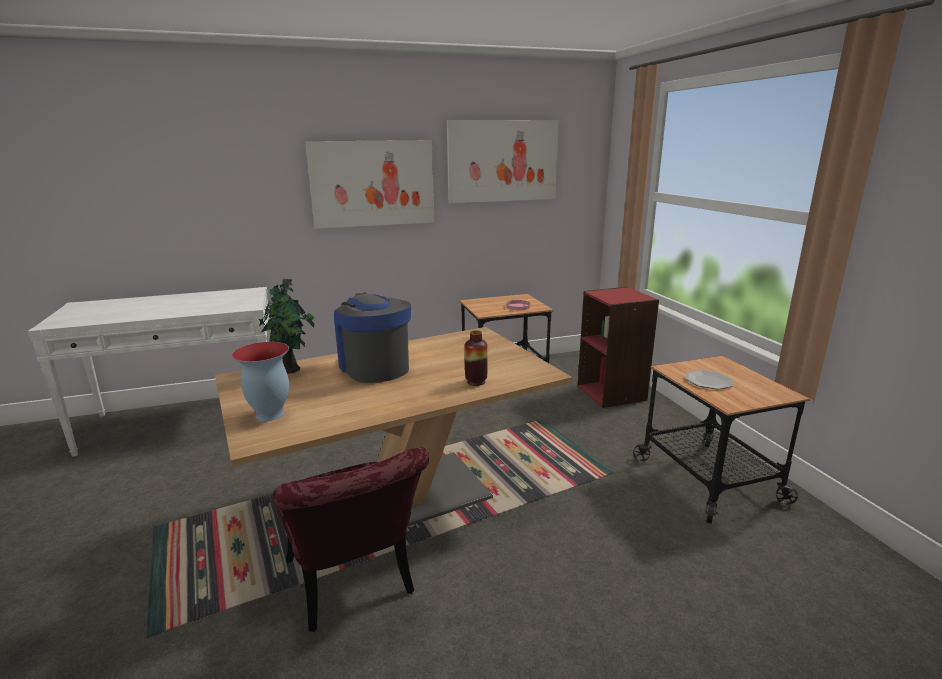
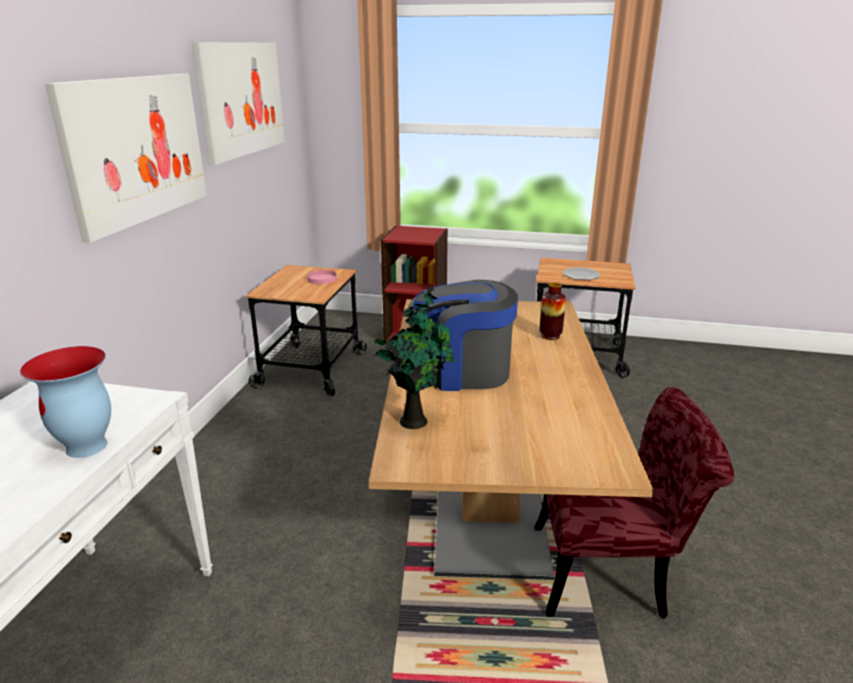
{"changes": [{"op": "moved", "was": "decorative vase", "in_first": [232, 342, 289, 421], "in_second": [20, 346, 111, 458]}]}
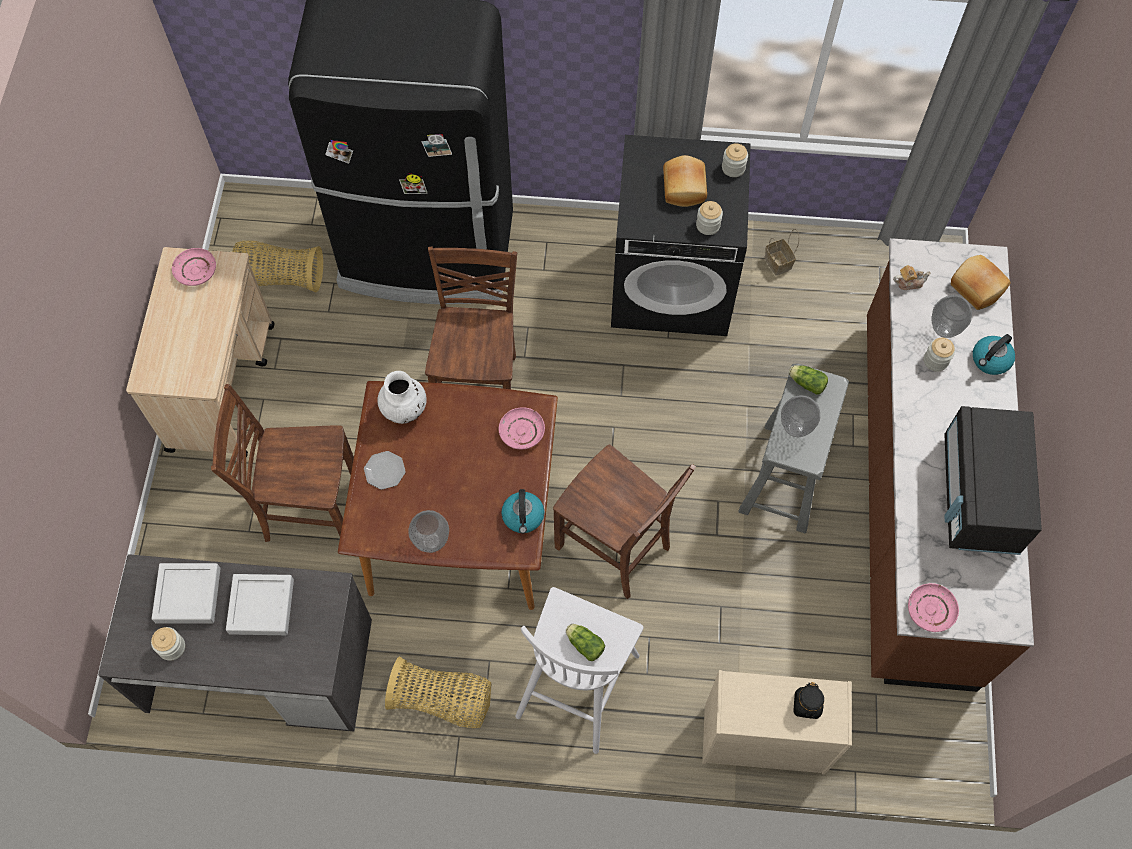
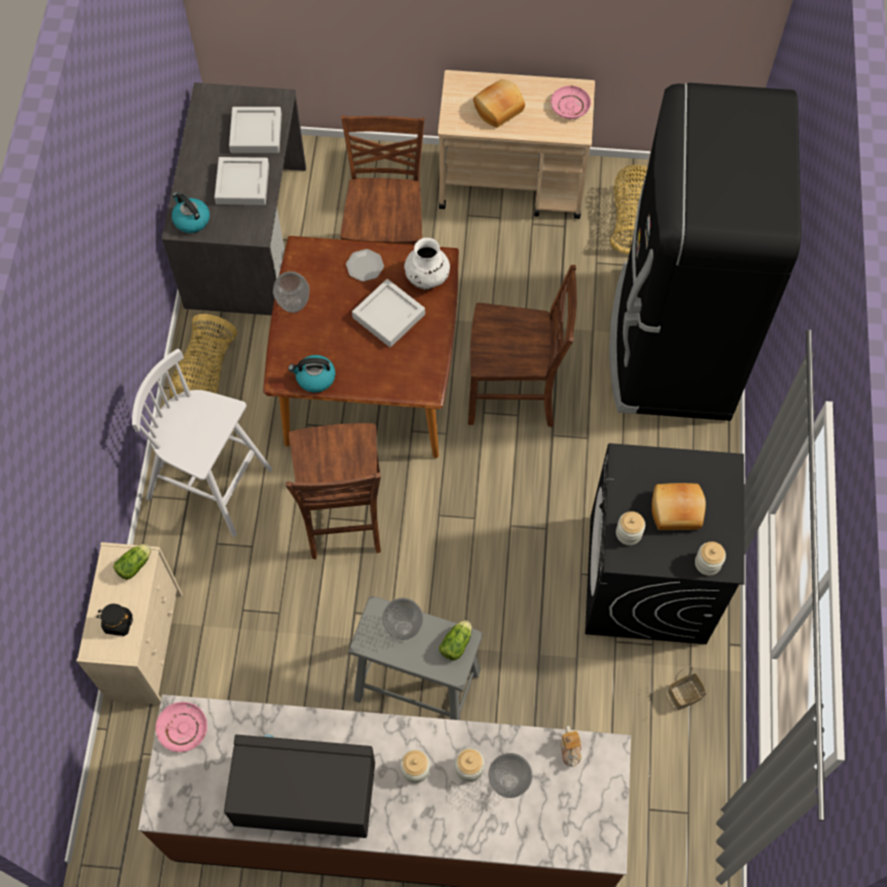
{"changes": [{"op": "moved", "was": "baked bread", "in_first": [951, 255, 1010, 310], "in_second": [473, 79, 525, 128]}, {"op": "moved", "was": "water kettle", "in_first": [973, 334, 1015, 375], "in_second": [172, 192, 210, 233]}, {"op": "removed", "was": "pink-coloured dinner plate", "in_first": [499, 407, 545, 449]}, {"op": "turned", "was": "brown-coloured plain chair", "in_first": [553, 445, 696, 599], "in_second": [286, 423, 381, 559], "clockwise": -45}, {"op": "moved", "was": "head of lettuce", "in_first": [566, 624, 605, 661], "in_second": [113, 544, 151, 580]}, {"op": "moved", "was": "preserve jar", "in_first": [151, 627, 185, 661], "in_second": [401, 750, 430, 784]}, {"op": "added", "now": "greyish tray", "in_second": [352, 279, 425, 347]}]}
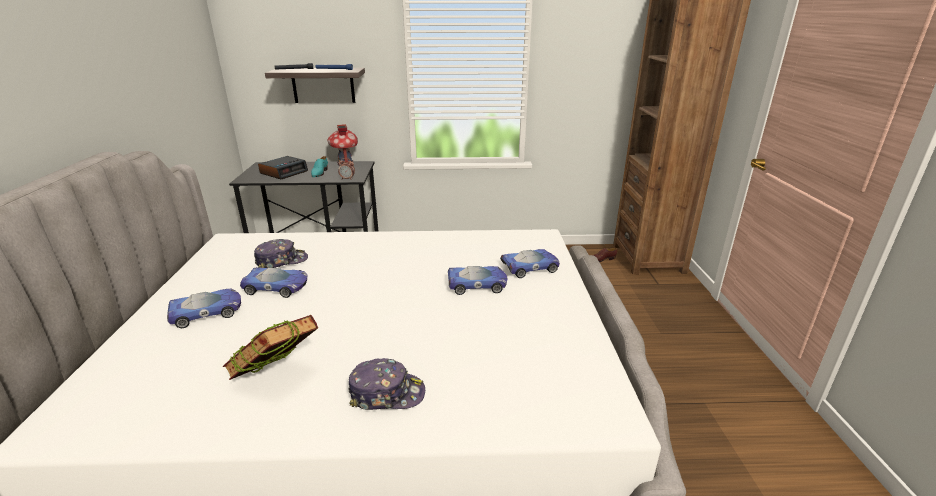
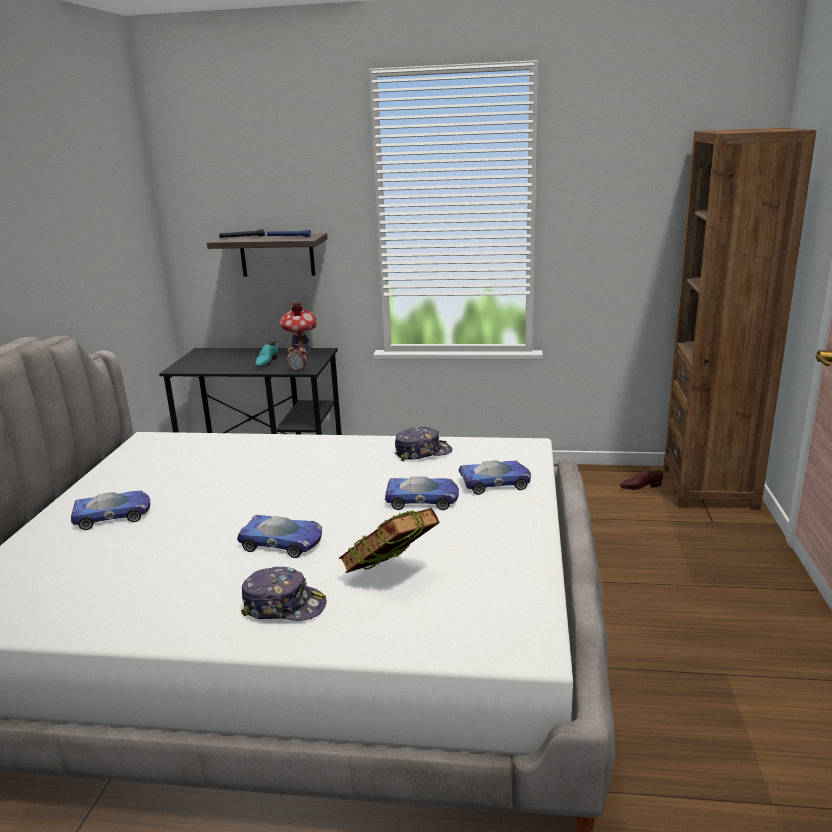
{"changes": [{"op": "removed", "was": "table clock", "in_first": [258, 156, 308, 179]}, {"op": "moved", "was": "cap", "in_first": [254, 239, 308, 268], "in_second": [395, 426, 453, 461]}, {"op": "moved", "was": "model car", "in_first": [240, 267, 307, 298], "in_second": [237, 515, 322, 558]}, {"op": "moved", "was": "volume", "in_first": [223, 315, 318, 380], "in_second": [339, 508, 440, 573]}]}
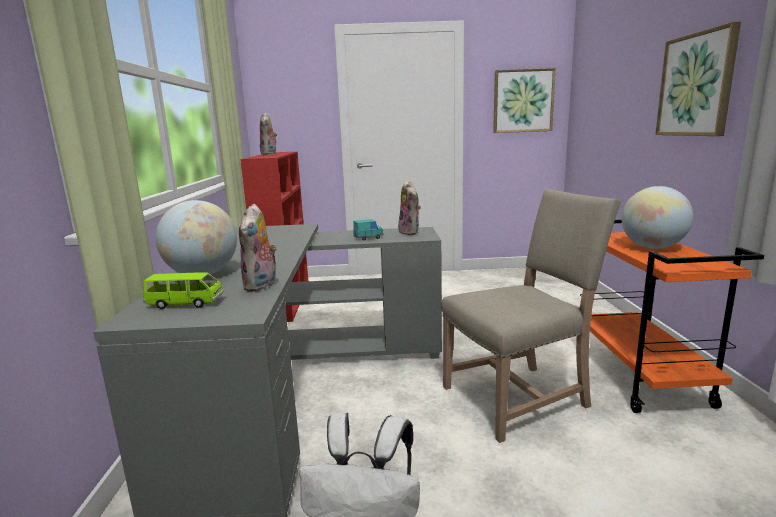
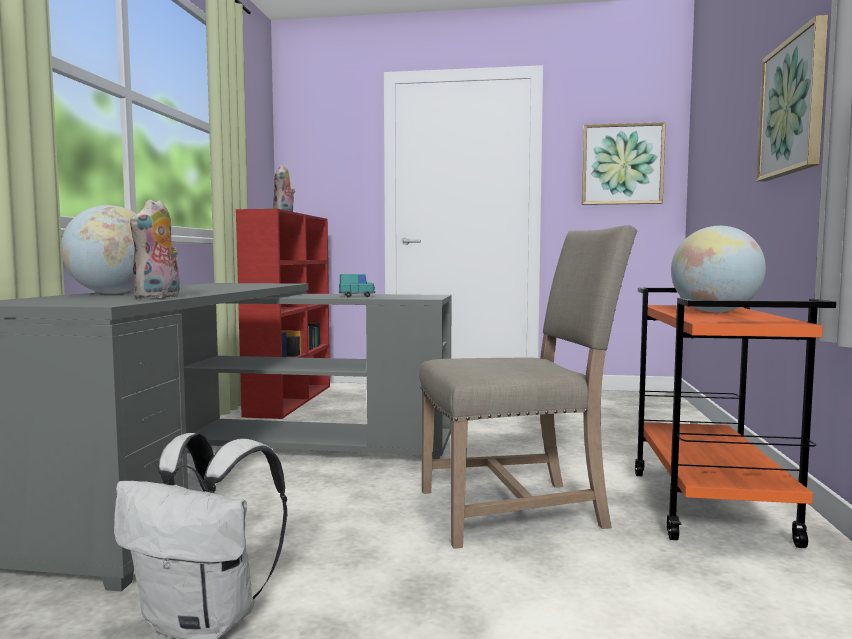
{"changes": [{"op": "removed", "was": "plush toy", "in_first": [398, 180, 421, 235]}, {"op": "removed", "was": "greenish model car", "in_first": [143, 272, 224, 309]}]}
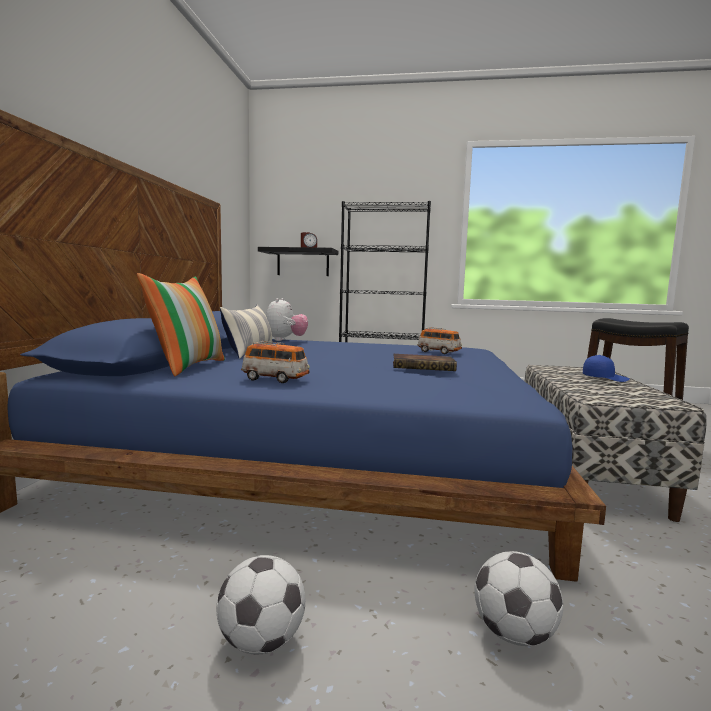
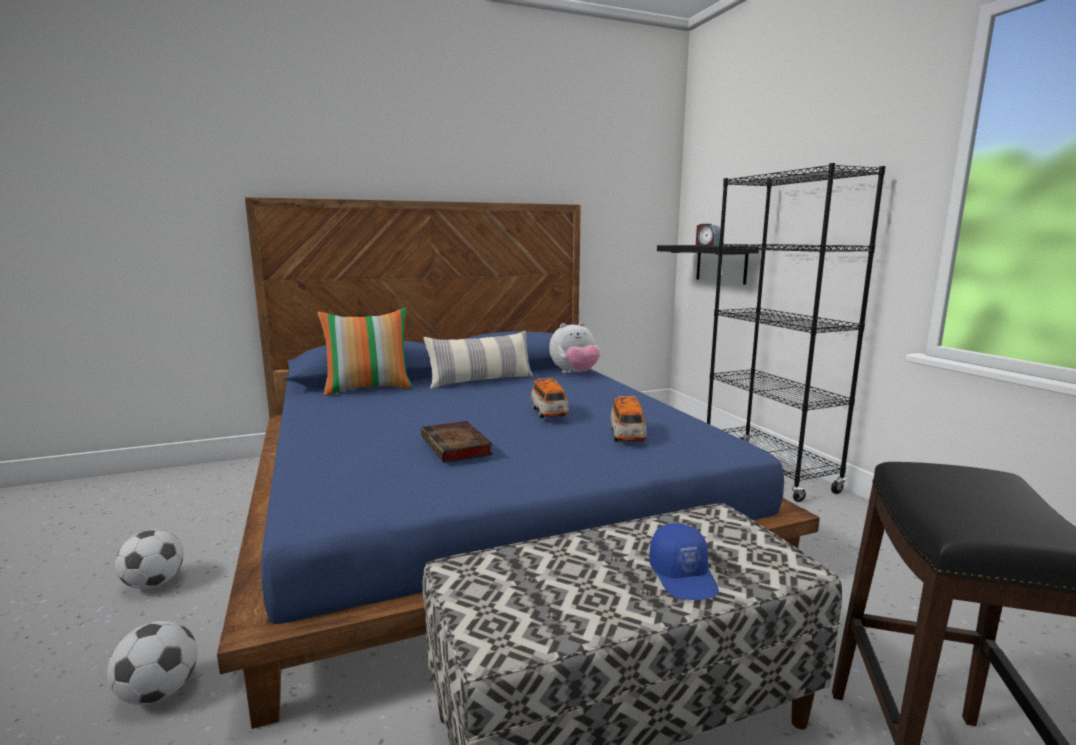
{"changes": [{"op": "moved", "was": "model car", "in_first": [241, 341, 310, 383], "in_second": [531, 377, 569, 418]}]}
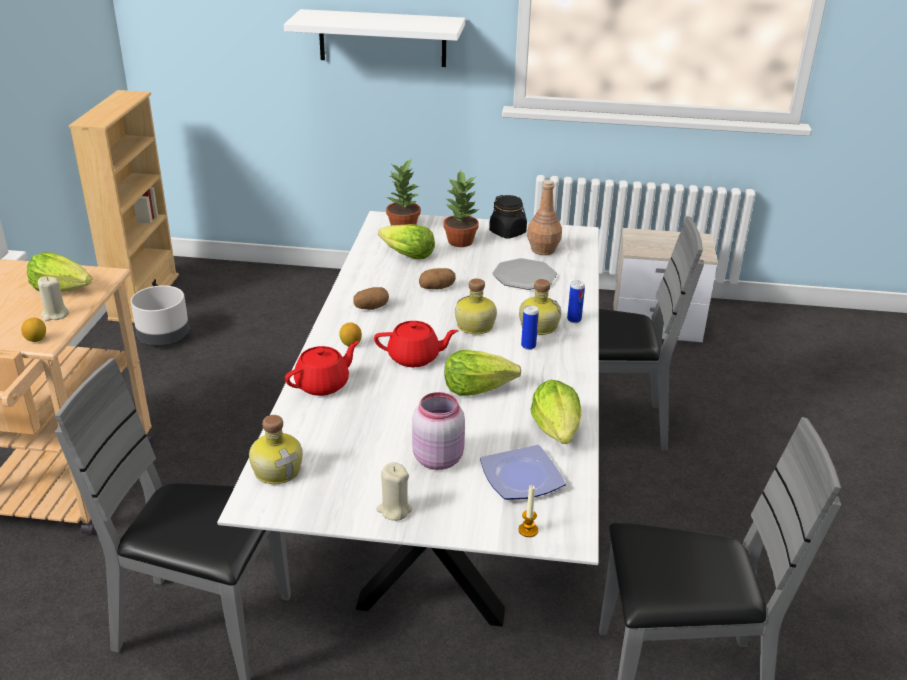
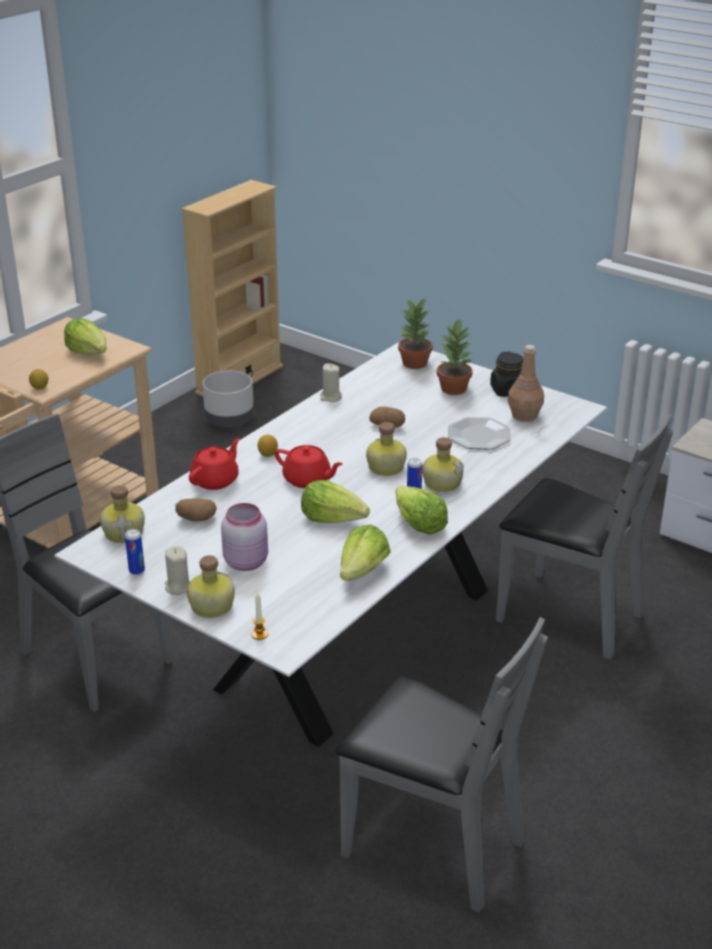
{"changes": [{"op": "removed", "was": "white-coloured shelf", "in_first": [284, 9, 465, 67]}, {"op": "moved", "was": "head of lettuce", "in_first": [378, 224, 435, 259], "in_second": [395, 485, 448, 535]}, {"op": "moved", "was": "beige-coloured candle", "in_first": [38, 276, 69, 321], "in_second": [320, 363, 342, 402]}, {"op": "moved", "was": "metal can", "in_first": [567, 280, 585, 323], "in_second": [125, 529, 145, 575]}, {"op": "moved", "was": "whole potato", "in_first": [353, 287, 389, 310], "in_second": [175, 498, 217, 521]}, {"op": "turned", "was": "reddish teapot", "in_first": [285, 341, 359, 396], "in_second": [189, 438, 240, 490], "clockwise": -45}, {"op": "removed", "was": "dinner plate", "in_first": [480, 445, 566, 500]}, {"op": "added", "now": "bottle", "in_second": [187, 555, 235, 618]}]}
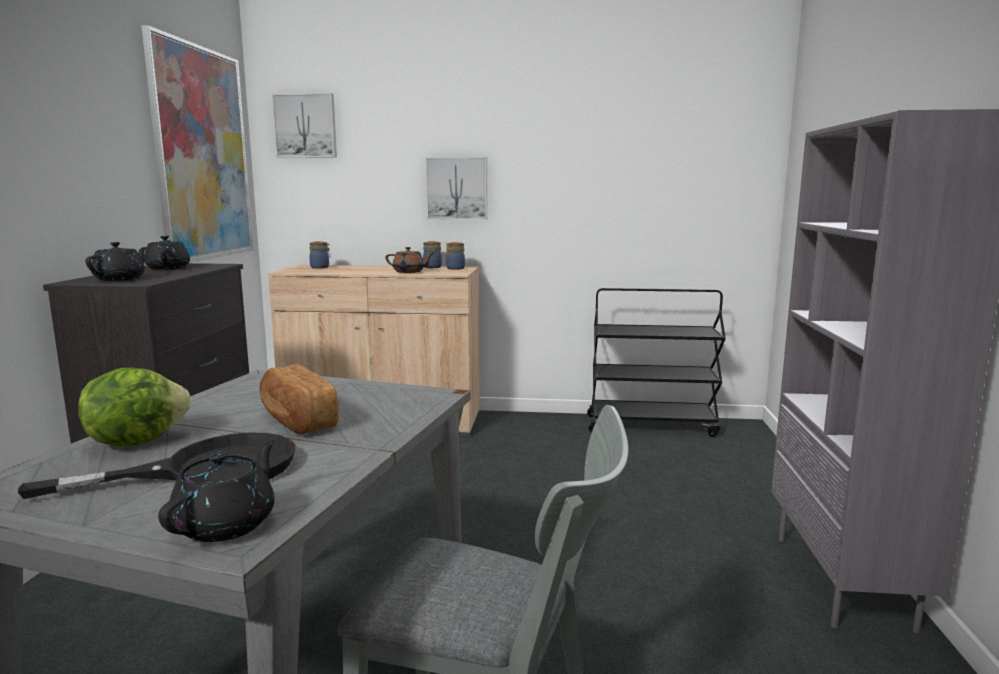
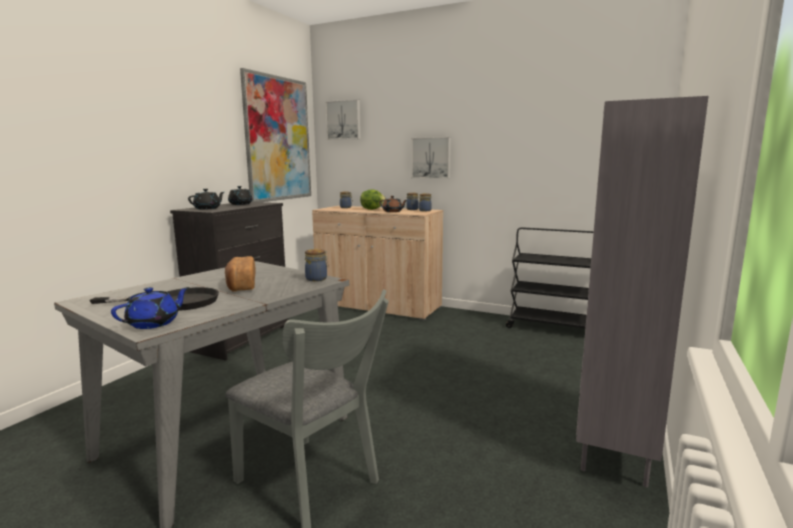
{"changes": [{"op": "moved", "was": "head of lettuce", "in_first": [78, 368, 191, 447], "in_second": [360, 189, 386, 210]}, {"op": "recoloured", "was": "black teapot", "now": "blue-coloured teapot", "in_first": [158, 440, 275, 542], "in_second": [111, 287, 189, 329]}, {"op": "added", "now": "preserve jar", "in_second": [305, 249, 329, 281]}]}
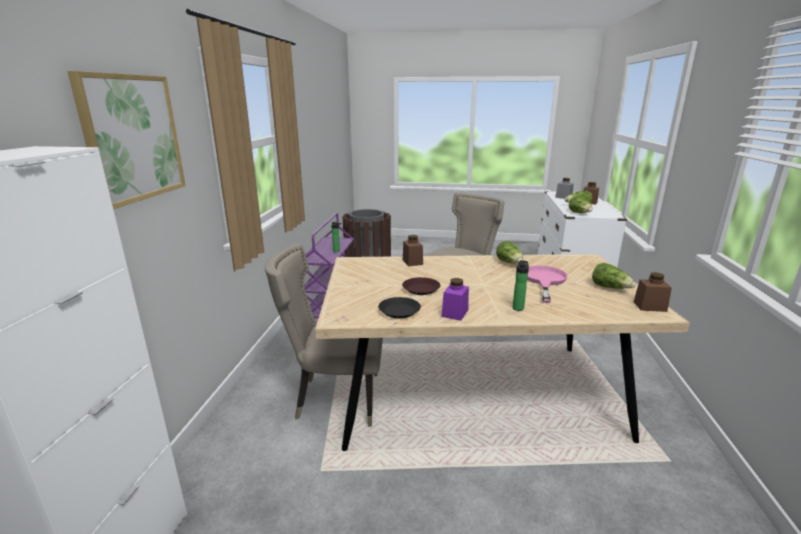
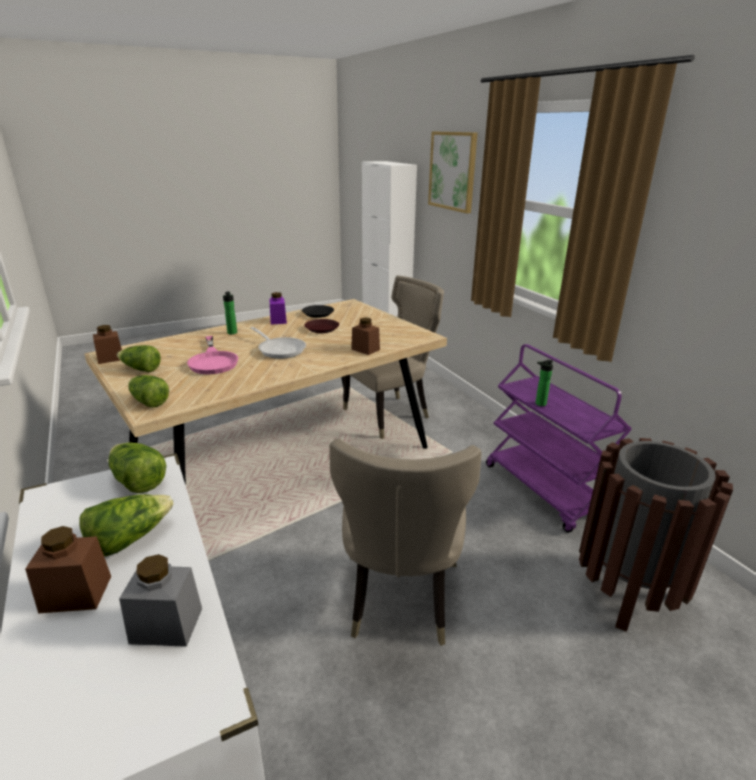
{"changes": [{"op": "moved", "was": "head of lettuce", "in_first": [496, 241, 523, 263], "in_second": [128, 375, 169, 408]}, {"op": "added", "now": "skillet", "in_second": [251, 327, 306, 359]}]}
